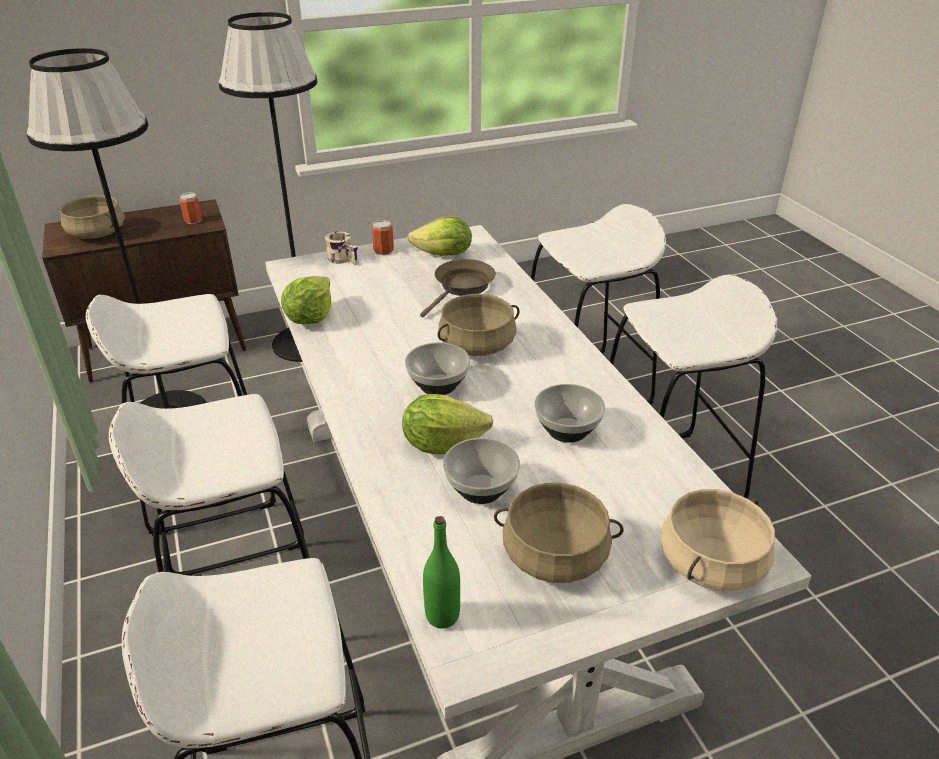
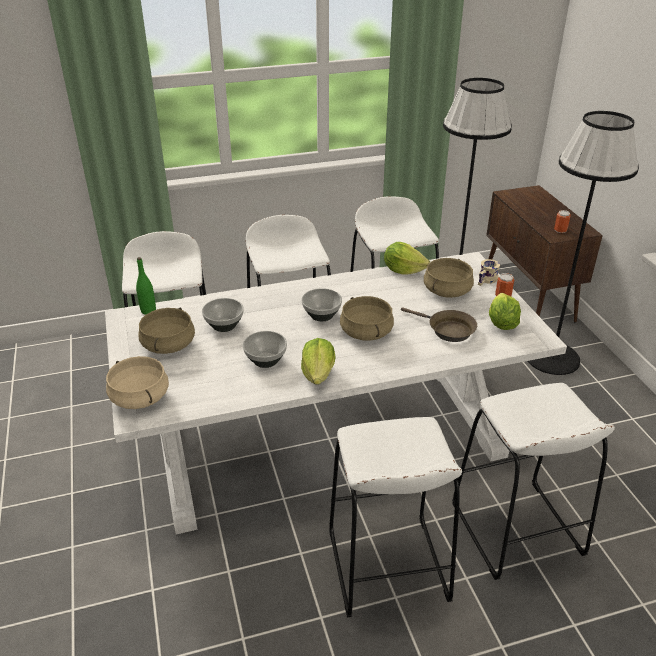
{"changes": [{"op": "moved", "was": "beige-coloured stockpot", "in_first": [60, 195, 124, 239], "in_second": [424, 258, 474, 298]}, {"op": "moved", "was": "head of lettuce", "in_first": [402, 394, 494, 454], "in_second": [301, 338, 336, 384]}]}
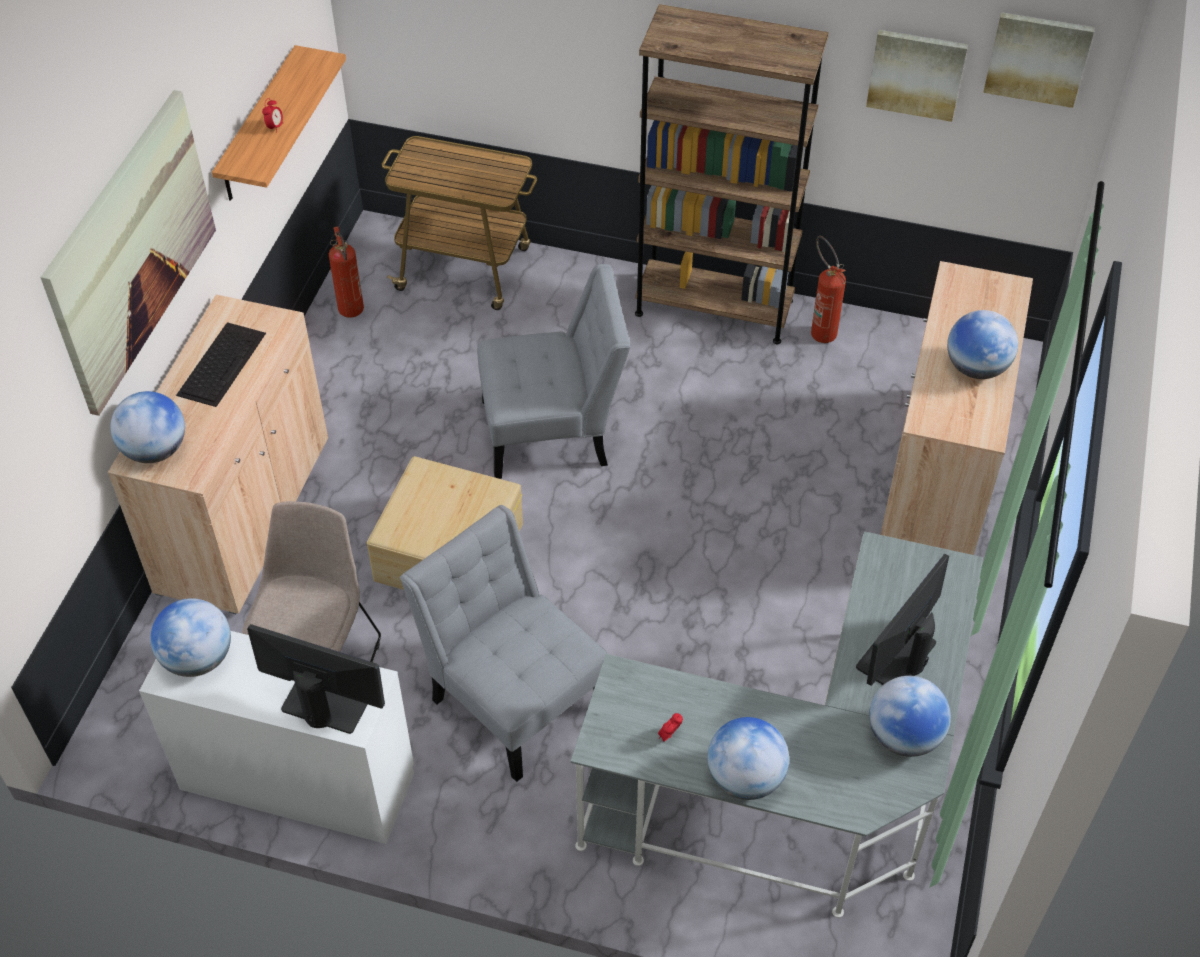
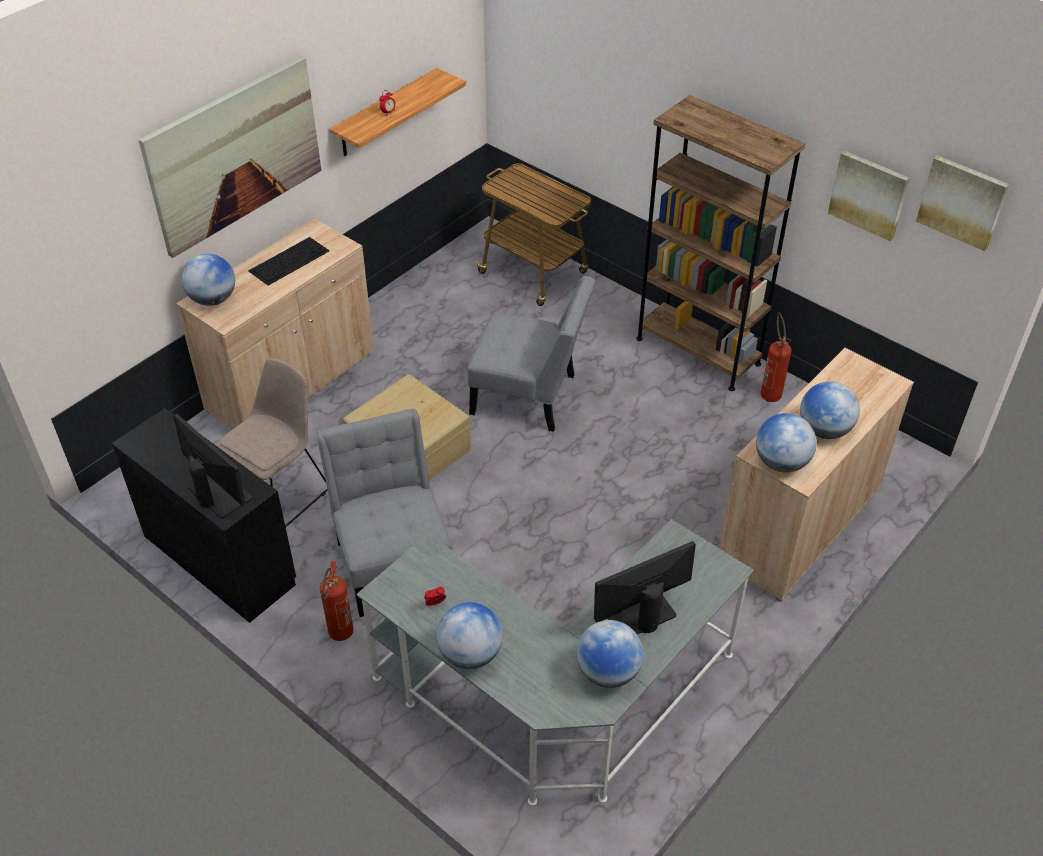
{"changes": [{"op": "moved", "was": "fire extinguisher", "in_first": [329, 226, 364, 318], "in_second": [320, 561, 354, 641]}, {"op": "moved", "was": "globe", "in_first": [150, 598, 231, 677], "in_second": [756, 413, 817, 472]}, {"op": "recoloured", "was": "white-coloured desk", "now": "black desk", "in_first": [139, 631, 414, 844], "in_second": [112, 408, 296, 623]}]}
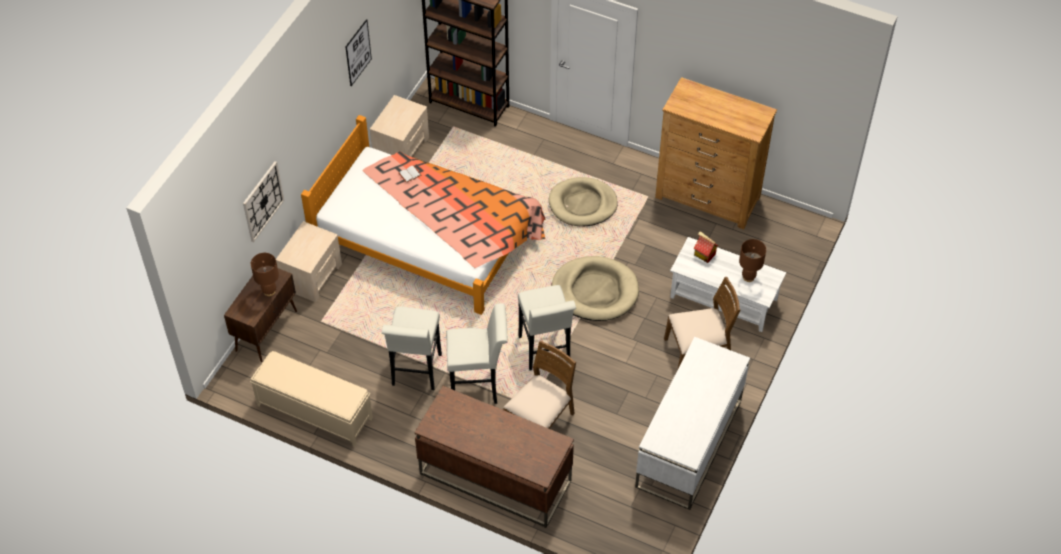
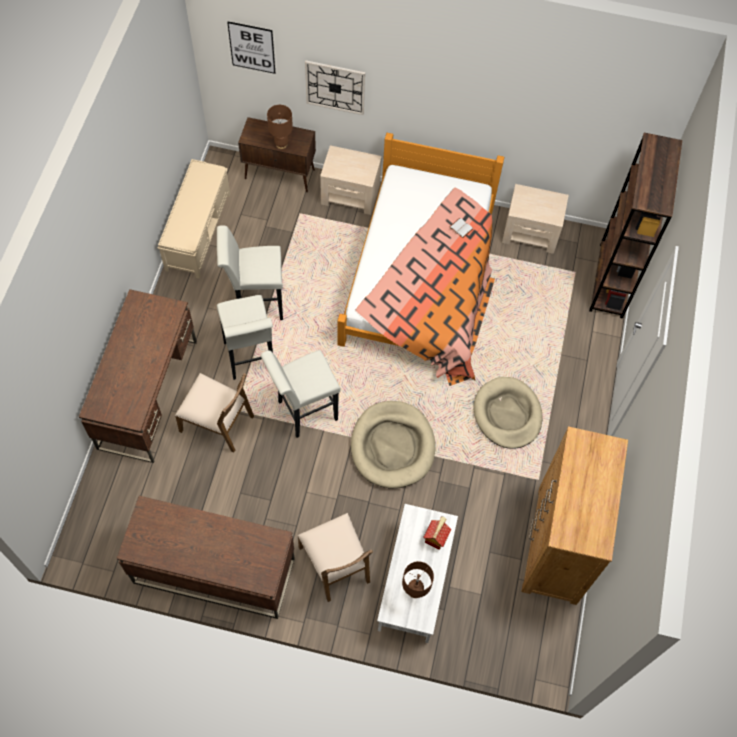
{"changes": [{"op": "moved", "was": "wall picture", "in_first": [345, 19, 372, 86], "in_second": [227, 22, 275, 74]}, {"op": "recoloured", "was": "white-coloured desk", "now": "brown-coloured desk", "in_first": [635, 337, 750, 510], "in_second": [116, 496, 295, 619]}]}
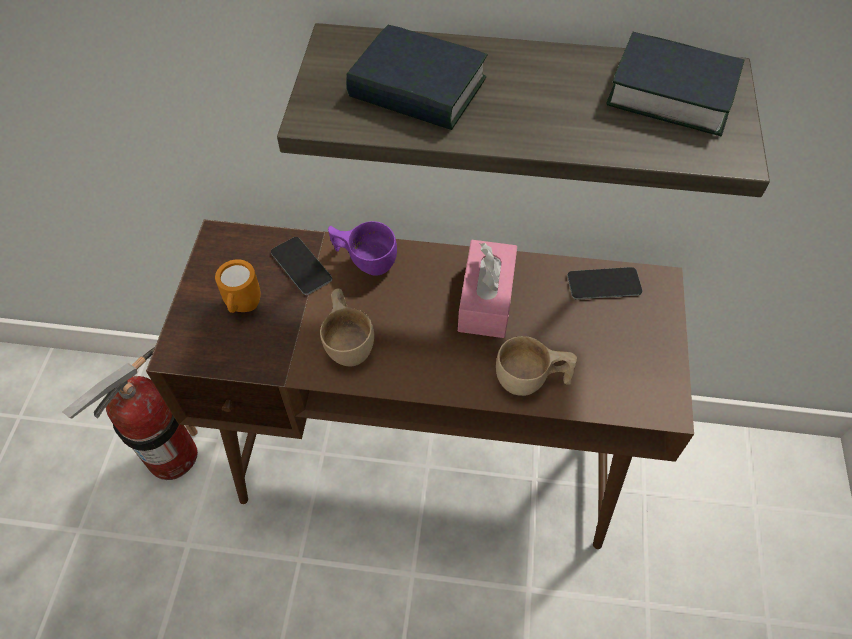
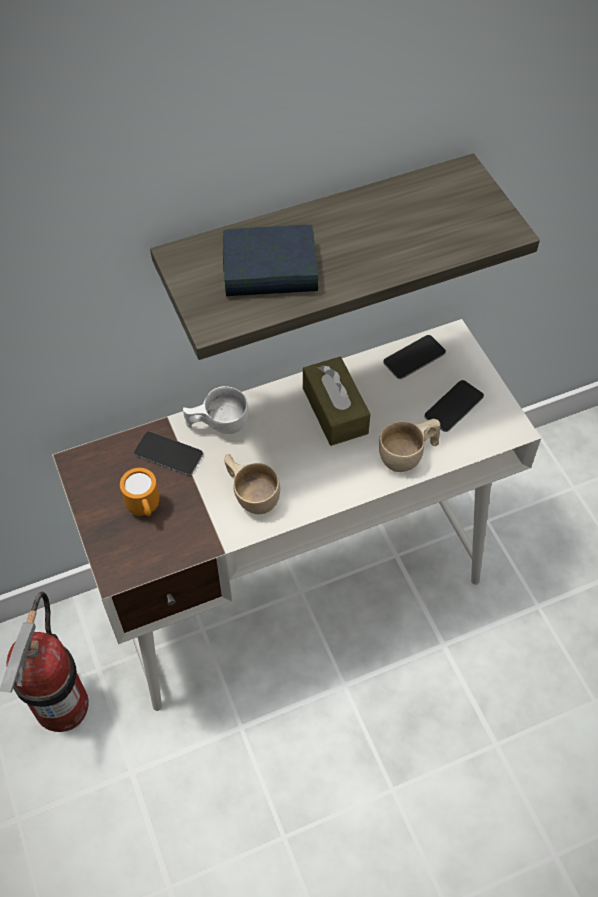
{"changes": [{"op": "removed", "was": "volume", "in_first": [606, 32, 744, 136]}, {"op": "recoloured", "was": "brown-coloured desk", "now": "white-coloured desk", "in_first": [146, 220, 694, 549], "in_second": [52, 319, 541, 711]}, {"op": "recoloured", "was": "purple-coloured cup", "now": "white-coloured cup", "in_first": [328, 221, 397, 276], "in_second": [183, 386, 248, 434]}, {"op": "recoloured", "was": "pink-coloured box of tissues", "now": "brown-coloured box of tissues", "in_first": [458, 240, 517, 338], "in_second": [303, 357, 370, 446]}, {"op": "added", "now": "phone", "in_second": [425, 380, 484, 432]}]}
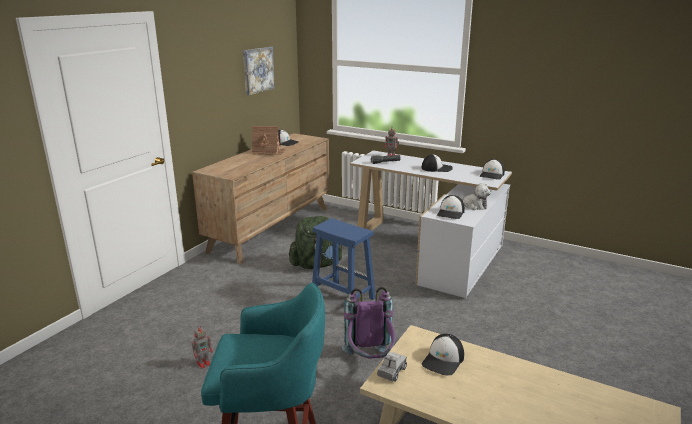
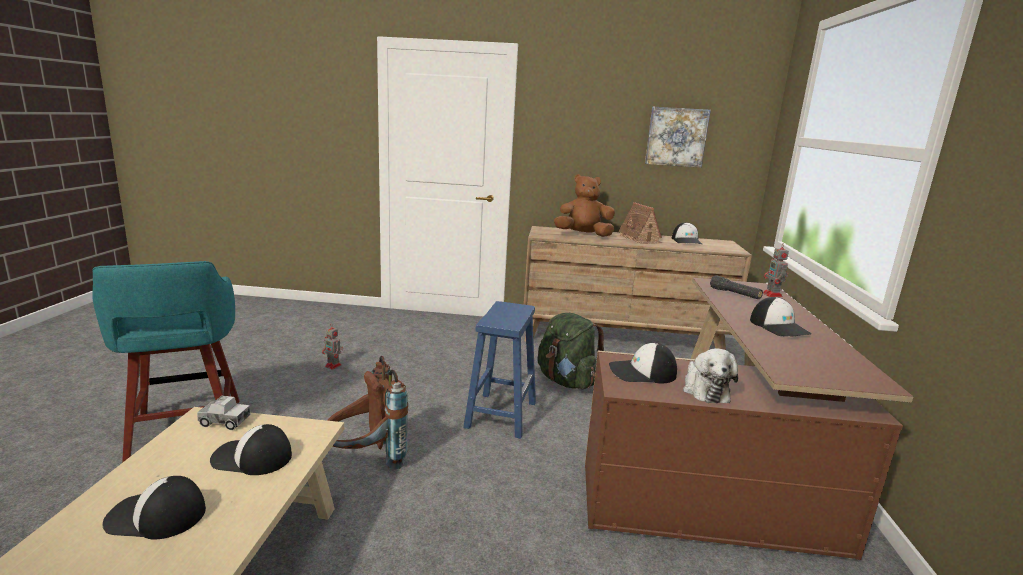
{"changes": [{"op": "recoloured", "was": "white-coloured desk", "now": "brown-coloured desk", "in_first": [350, 151, 512, 298], "in_second": [585, 278, 913, 560]}, {"op": "moved", "was": "cap", "in_first": [479, 159, 505, 180], "in_second": [103, 476, 206, 539]}, {"op": "recoloured", "was": "purple-coloured knapsack", "now": "brown-coloured knapsack", "in_first": [342, 287, 396, 359], "in_second": [327, 356, 408, 470]}, {"op": "added", "now": "brown-coloured plush toy", "in_second": [554, 174, 615, 237]}]}
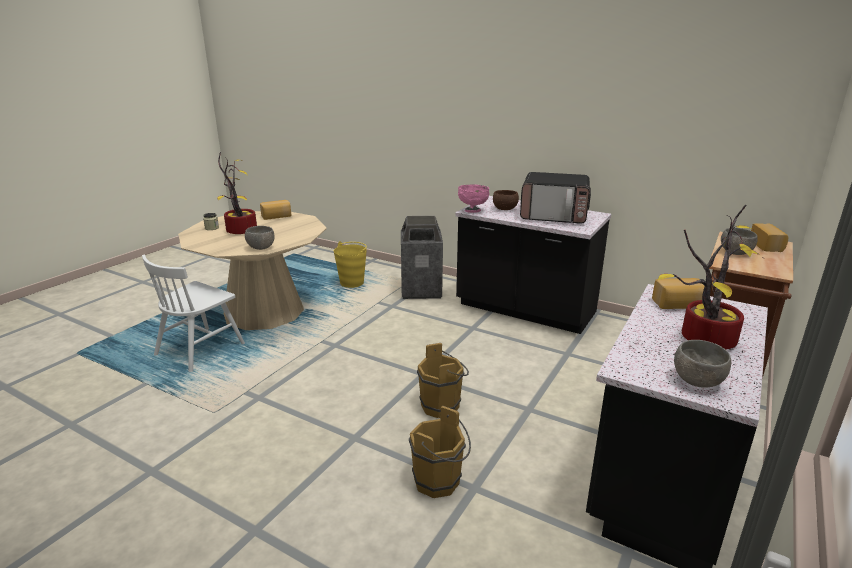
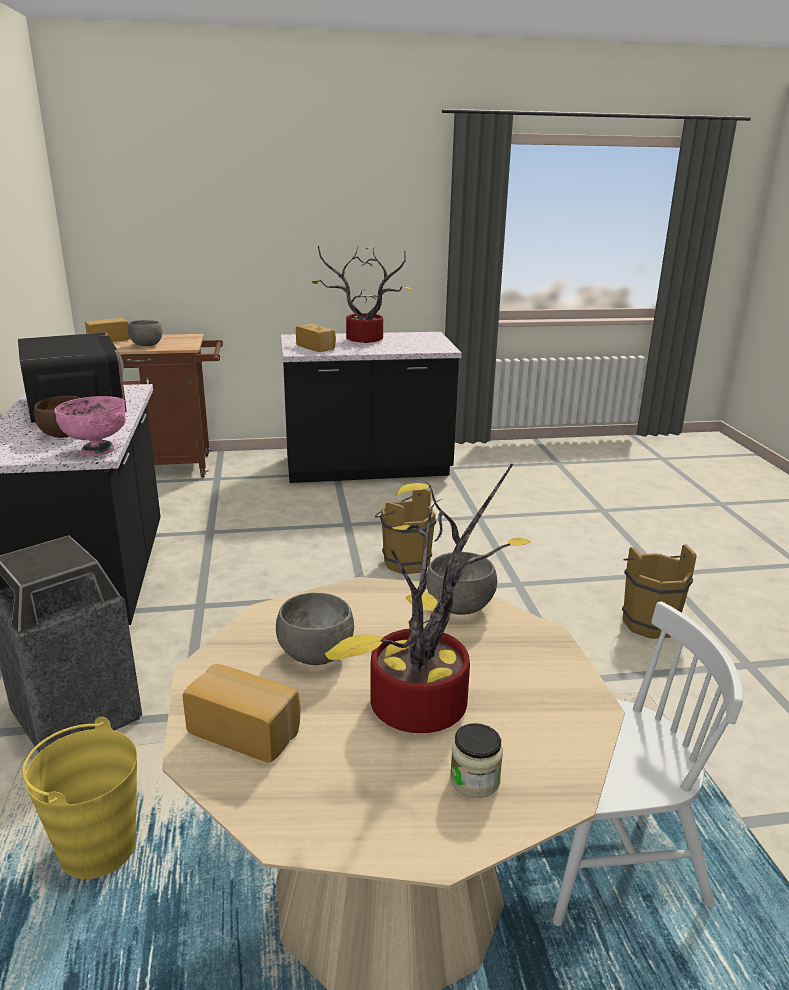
{"changes": [{"op": "moved", "was": "greyish deep dish", "in_first": [674, 340, 731, 388], "in_second": [276, 593, 354, 665]}, {"op": "moved", "was": "brown-coloured water bucket", "in_first": [409, 406, 471, 498], "in_second": [622, 544, 696, 639]}]}
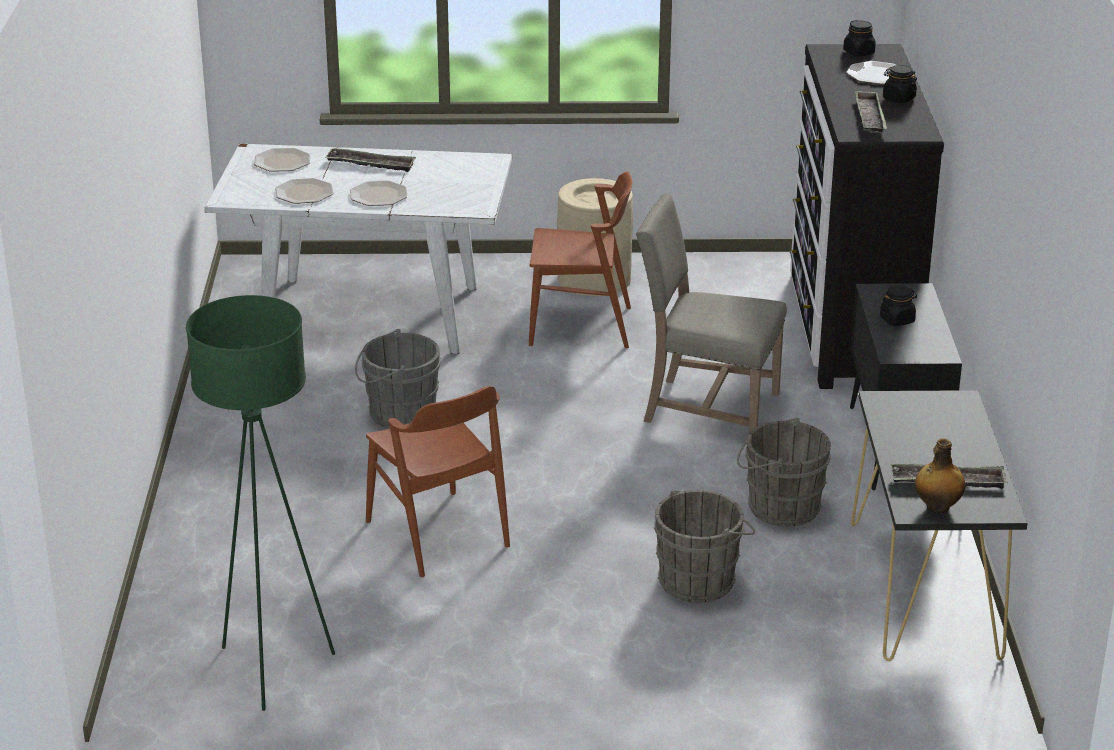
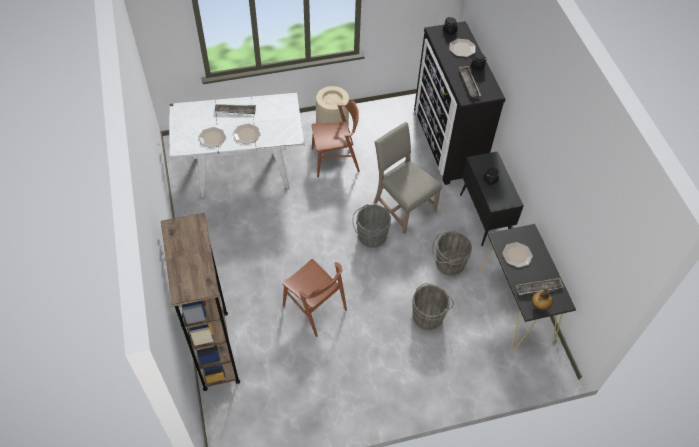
{"changes": [{"op": "moved", "was": "dinner plate", "in_first": [254, 148, 310, 172], "in_second": [502, 242, 533, 268]}, {"op": "turned", "was": "beige-coloured plain chair", "in_first": [636, 193, 787, 433], "in_second": [374, 122, 442, 234], "clockwise": 45}, {"op": "removed", "was": "greenish floor lamp", "in_first": [186, 295, 335, 711]}, {"op": "moved", "was": "greyish water bucket", "in_first": [355, 329, 441, 429], "in_second": [352, 204, 391, 248]}, {"op": "added", "now": "brown-coloured shelving unit", "in_second": [161, 213, 240, 391]}]}
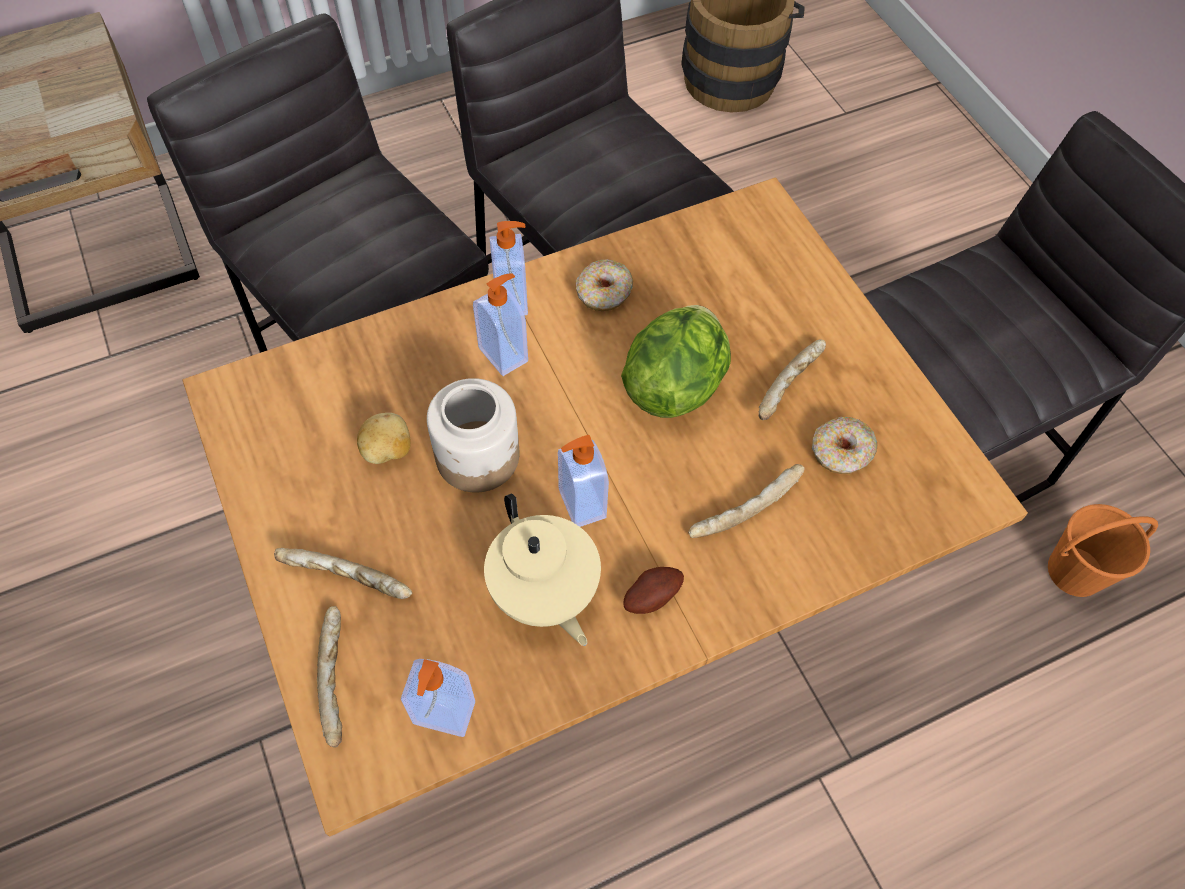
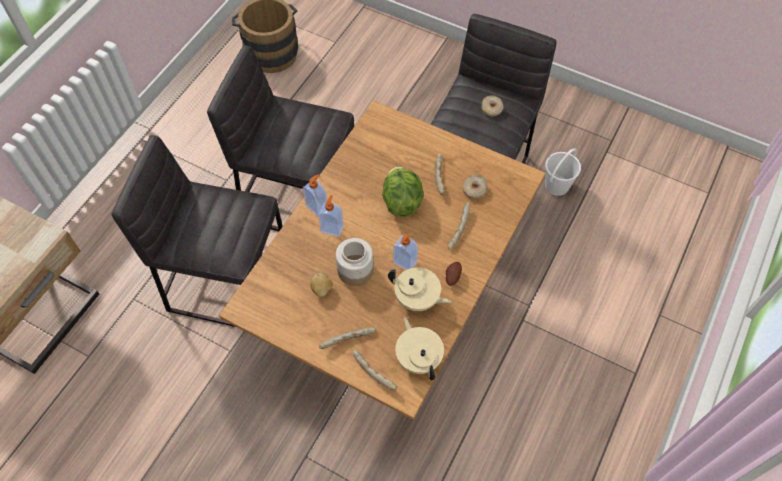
{"changes": [{"op": "moved", "was": "ring doughnut", "in_first": [576, 259, 633, 311], "in_second": [481, 95, 504, 117]}, {"op": "recoloured", "was": "orangey water bucket", "now": "white-coloured water bucket", "in_first": [1048, 504, 1158, 597], "in_second": [545, 148, 581, 196]}, {"op": "replaced", "was": "liquid soap bottle", "now": "beige-coloured teapot", "in_first": [401, 659, 475, 737], "in_second": [395, 317, 444, 380]}]}
